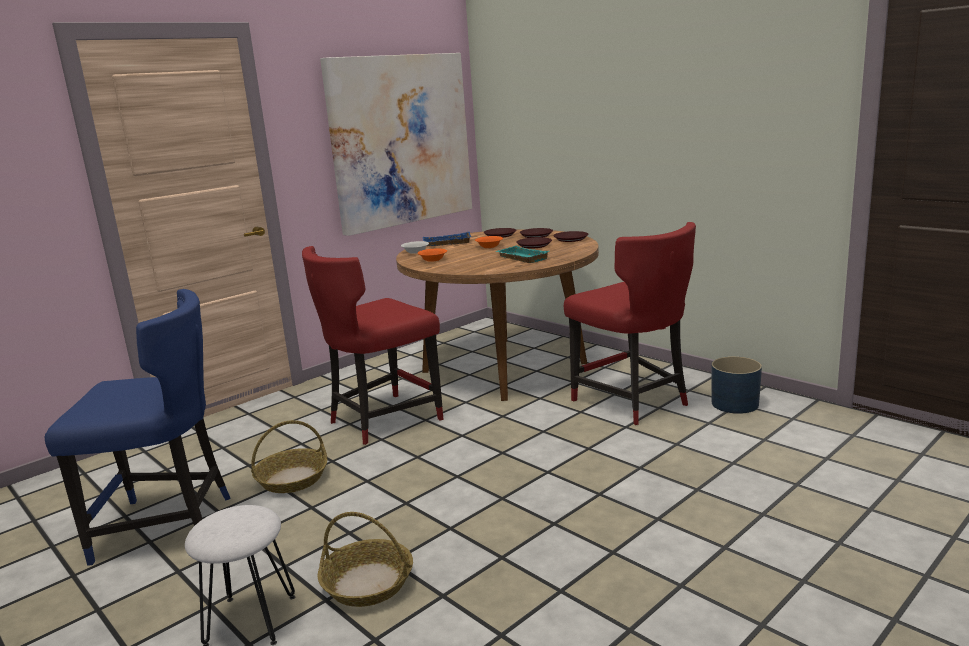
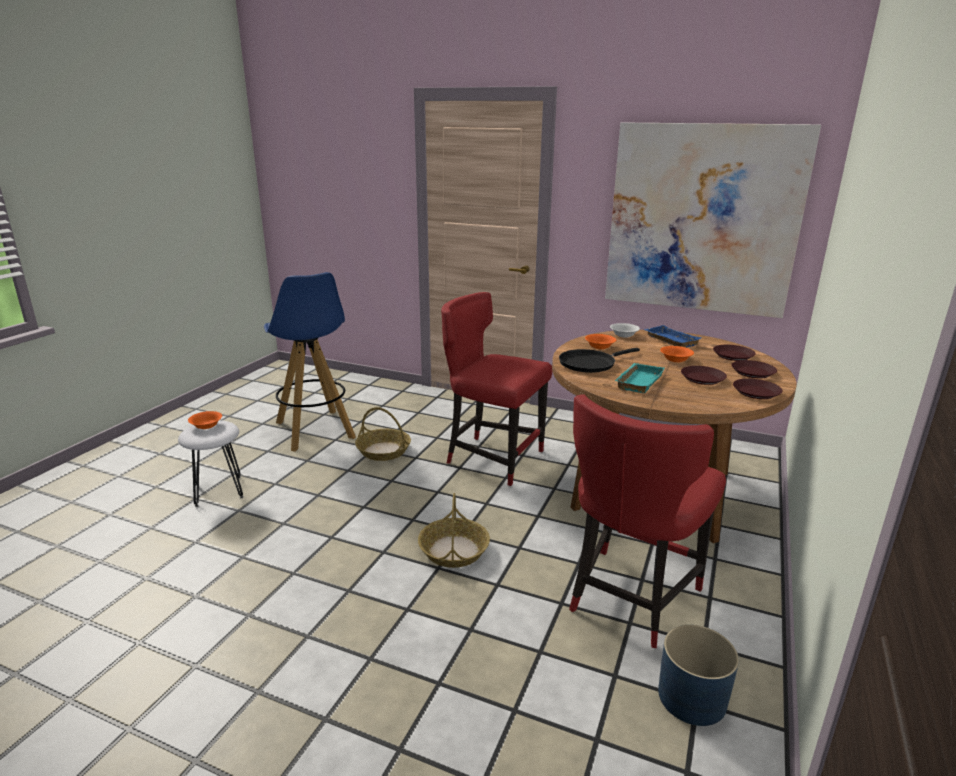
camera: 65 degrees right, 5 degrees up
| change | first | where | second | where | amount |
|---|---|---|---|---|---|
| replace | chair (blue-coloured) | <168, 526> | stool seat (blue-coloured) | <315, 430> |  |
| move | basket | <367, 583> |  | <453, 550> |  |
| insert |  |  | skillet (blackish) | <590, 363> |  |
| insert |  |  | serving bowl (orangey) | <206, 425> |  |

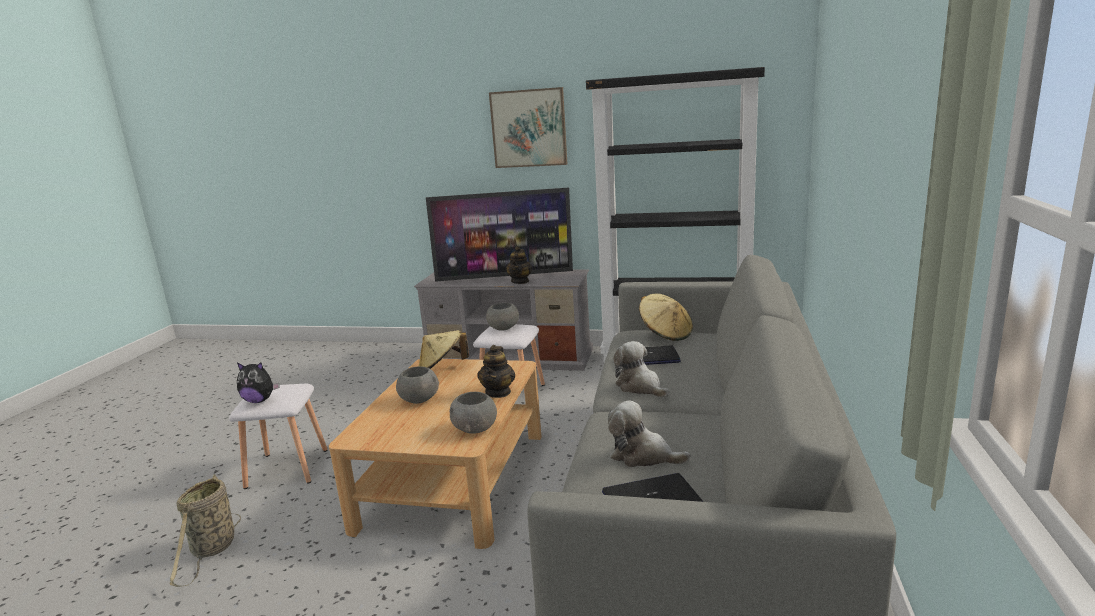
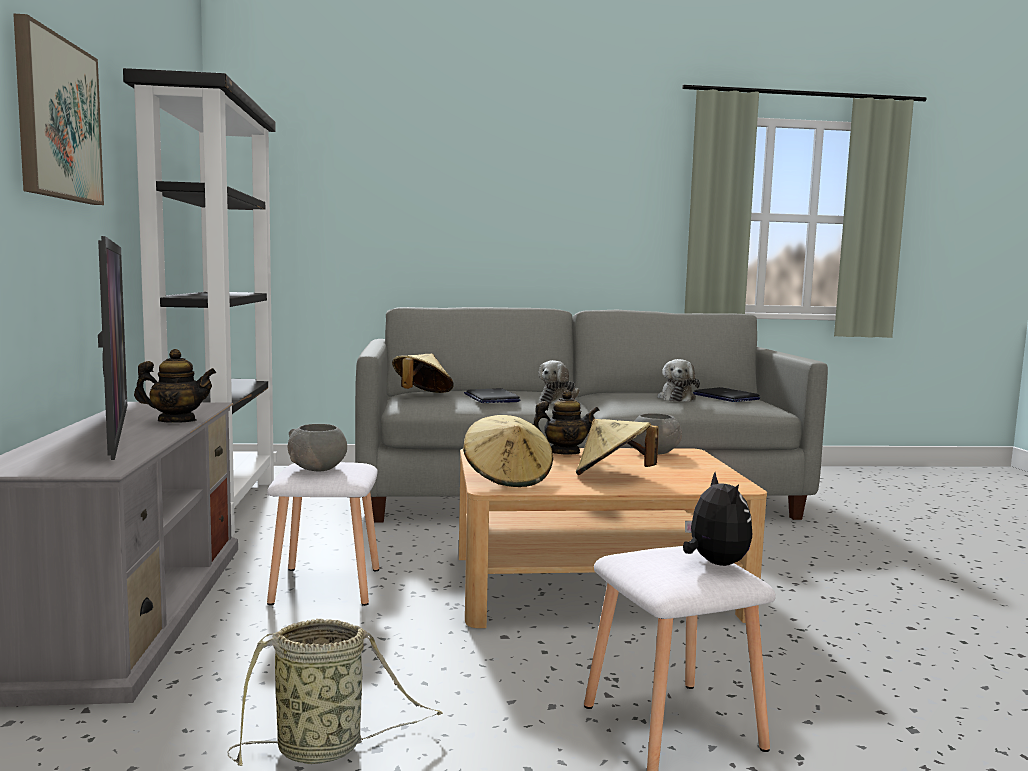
camera: 110 degrees left, 10 degrees down
| change | first | where | second | where | amount |
|---|---|---|---|---|---|
| replace | serving bowl (greyish) | <419, 399> | hat (beige-coloured) | <613, 476> |  |
| move | basket | <213, 549> |  | <325, 748> |  |

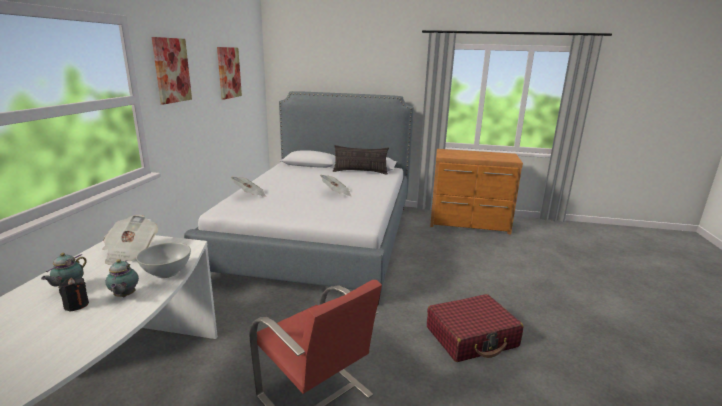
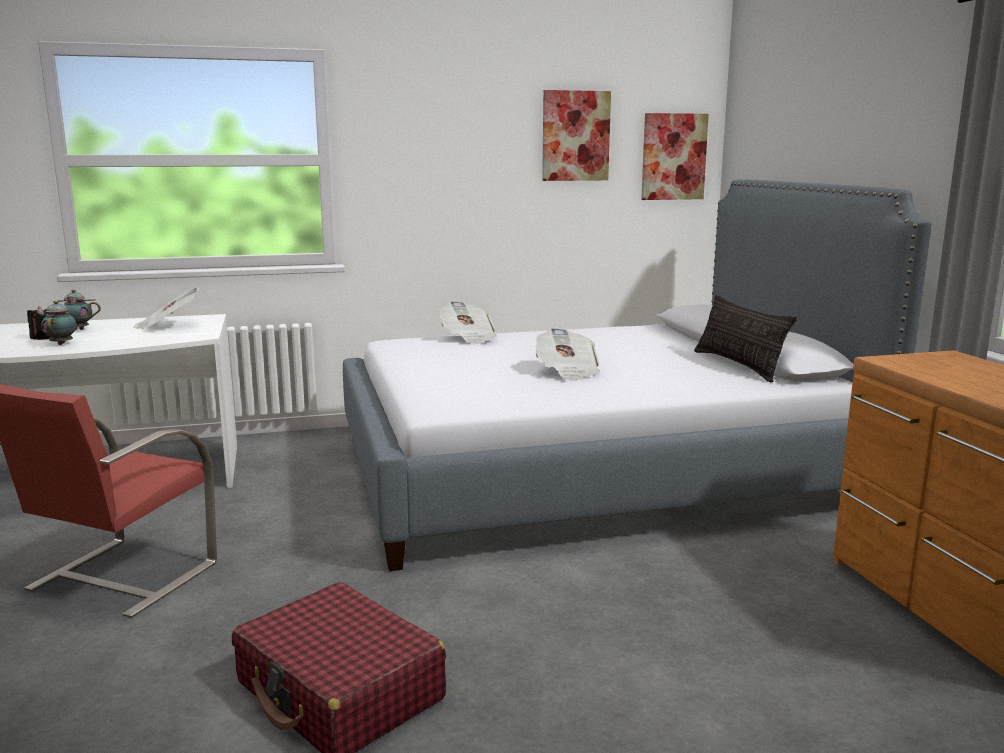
camera: 65 degrees right, 5 degrees down
| change | first | where | second | where | amount |
|---|---|---|---|---|---|
| move | wall picture | <171, 70> |  | <673, 157> |  |
| delete | serving bowl (whitish) | <166, 272> |  |  |  |
| rotate | tea pot | <124, 296> |  | <62, 343> | 120 degrees clockwise |

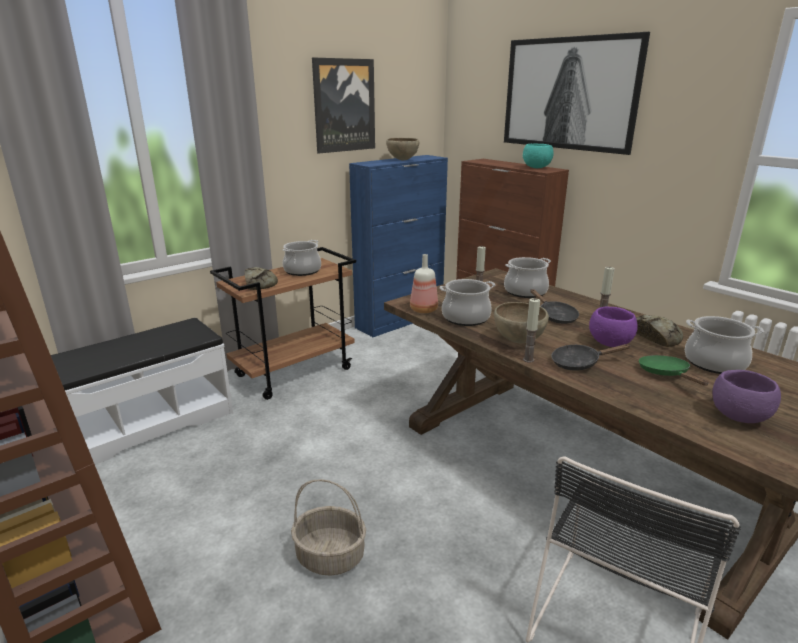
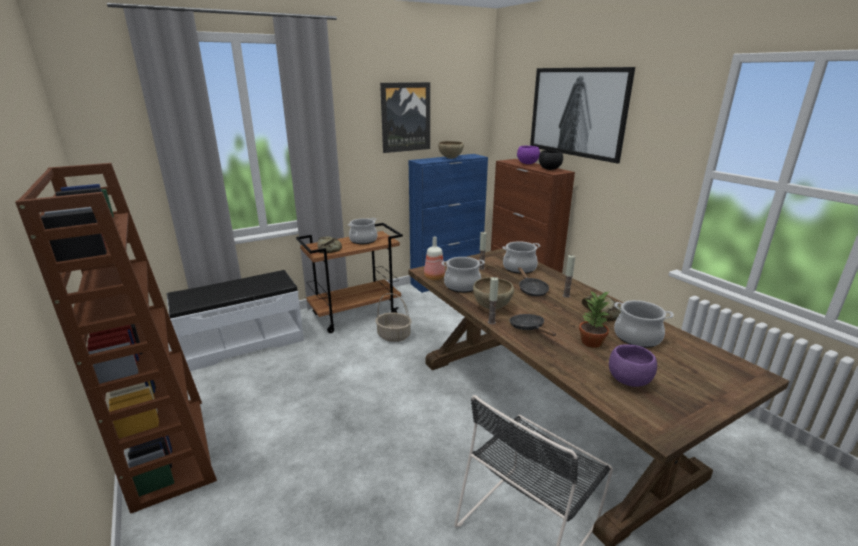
camera: 10 degrees right, 0 degrees up
| change | first | where | second | where | amount |
|---|---|---|---|---|---|
| recolor | serving bowl (blue-green) | <536, 168> | serving bowl (blackish) | <549, 169> |  |
| move | serving bowl (purplish) | <610, 343> |  | <527, 164> |  |
| rotate | skillet (blackish) | <579, 363> |  | <529, 328> | 60 degrees clockwise |
| replace | skillet (green) | <666, 374> | houseplant | <592, 342> |  |
| move | basket | <329, 557> |  | <393, 336> |  |

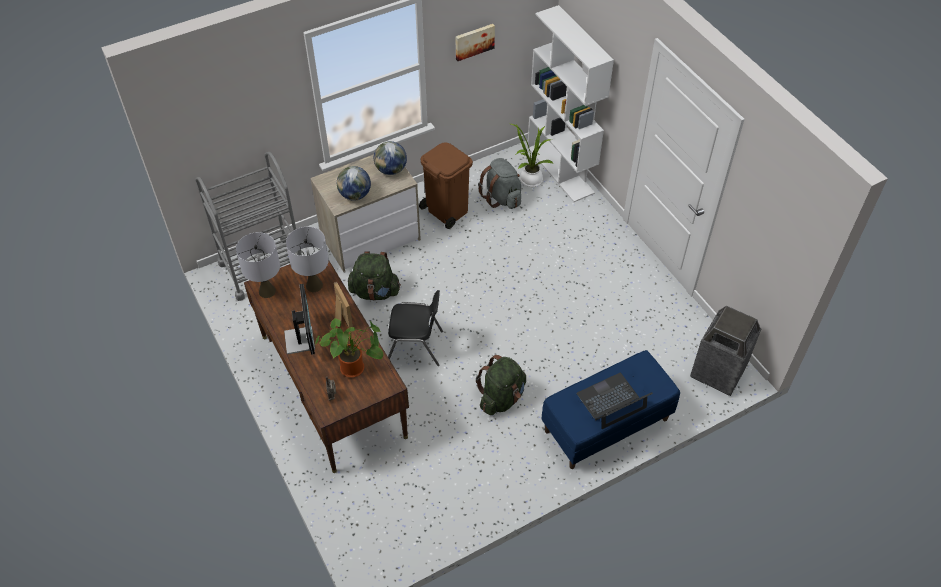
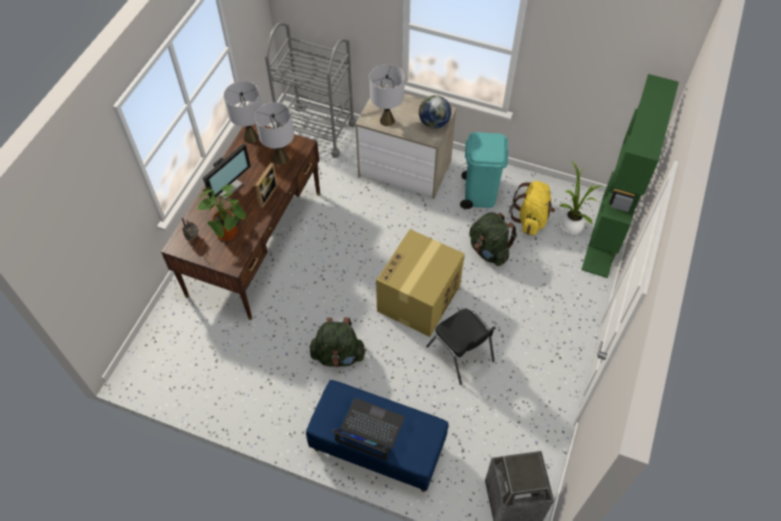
camera: 50 degrees right, 5 degrees up
| change | first | where | second | where | amount |
|---|---|---|---|---|---|
| recolor | bookcase (whitish) | <561, 170> | bookcase (green) | <605, 237> |  |
| delete | wall picture | <474, 41> |  |  |  |
| recolor | waste bin (brownish) | <446, 210> | waste bin (blue-green) | <479, 194> |  |
| recolor | rucksack (greyish) | <502, 197> | rucksack (yellow-coloured) | <531, 219> |  |
| replace | world globe | <355, 195> | table lamp (greyish) | <387, 121> |  |
| move | rucksack (green) | <375, 292> |  | <489, 250> |  |
| move | chair (blackish) | <415, 347> |  | <461, 354> |  |
| insert |  |  | cardboard box | <418, 299> |  |

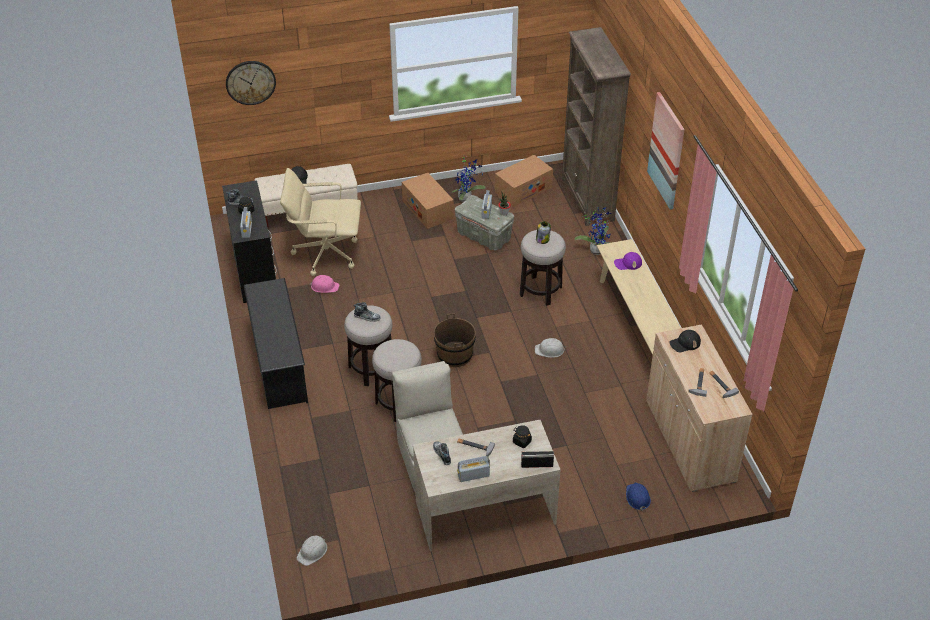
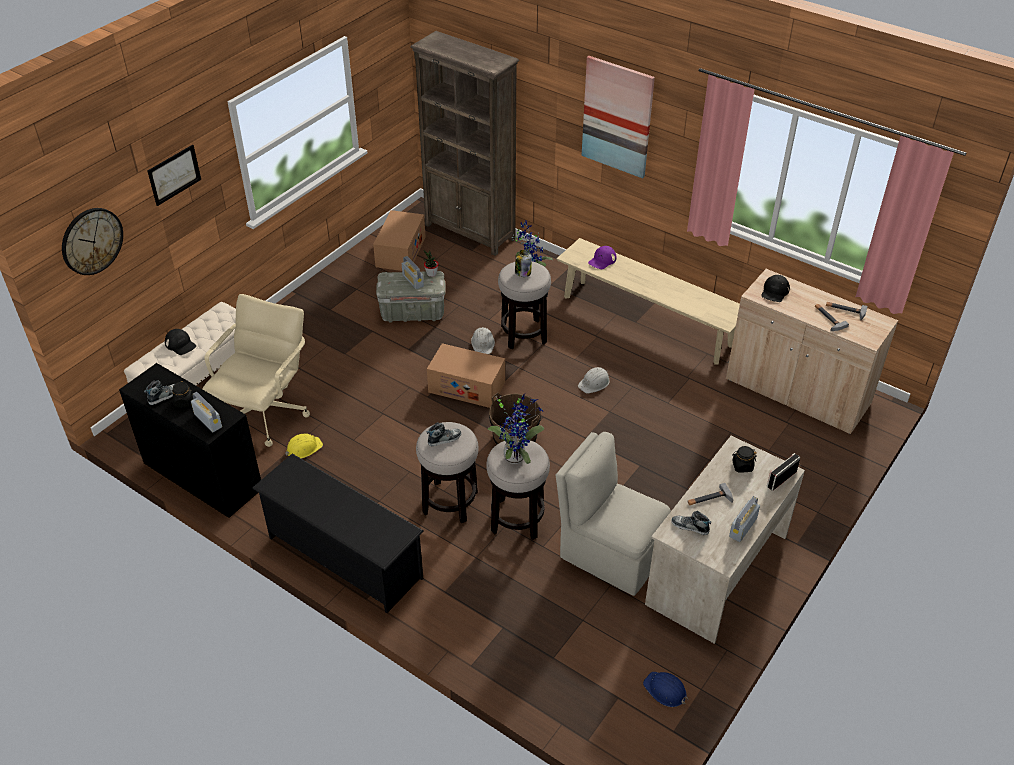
camera: 40 degrees left, 0 degrees up
| change | first | where | second | where | amount |
|---|---|---|---|---|---|
| move | houseplant | <466, 198> |  | <516, 455> |  |
| rotate | office chair (beige-coloured) | <325, 253> |  | <266, 414> | 150 degrees clockwise |
| move | cardboard box | <427, 209> |  | <466, 387> |  |
| recolor | hard hat (pinkish) | <324, 286> | hard hat (yellow-coloured) | <303, 448> |  |
| move | hard hat (blue-coloured) | <637, 497> |  | <665, 690> |  |
| move | hard hat (whitish) | <312, 552> |  | <483, 343> |  |
| insert |  |  | wall picture | <174, 174> |  |

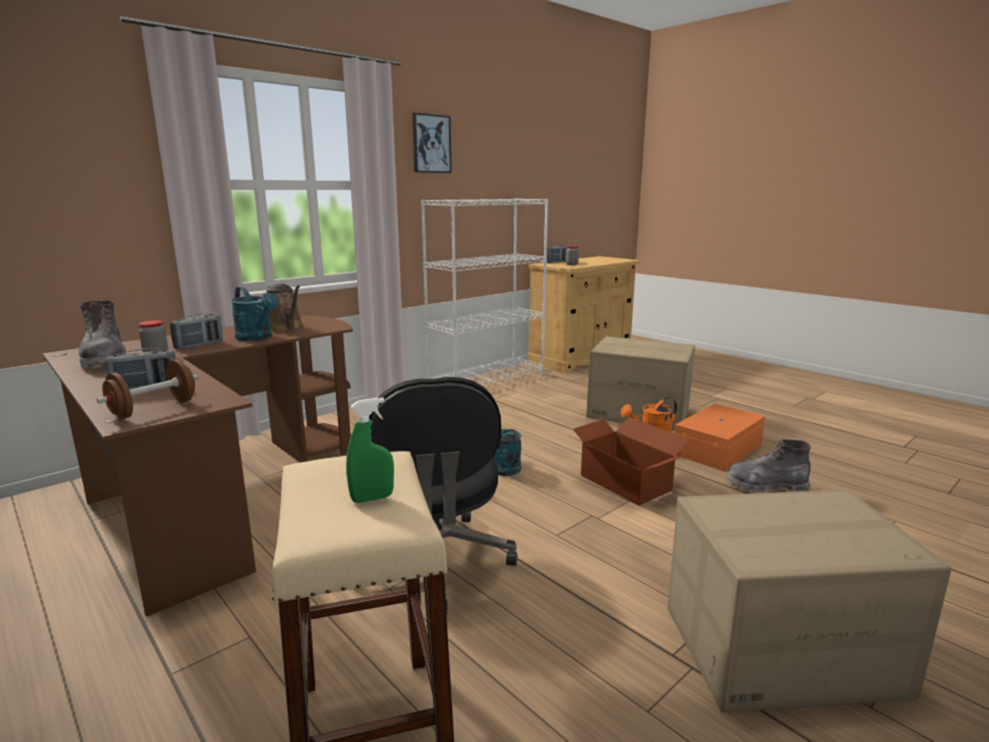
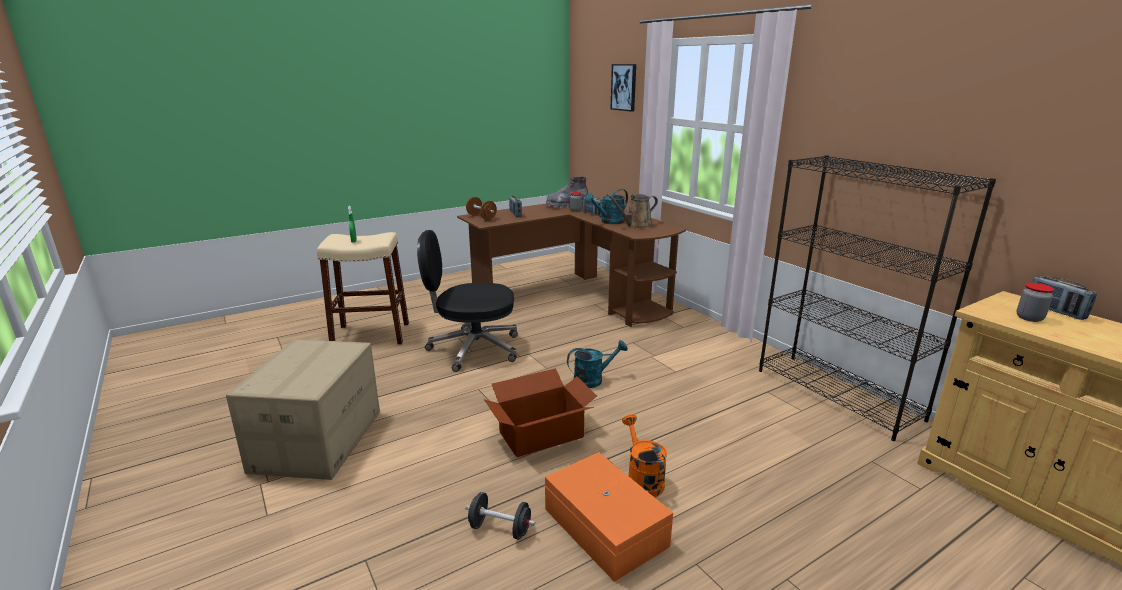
camera: 100 degrees right, 5 degrees up
| change | first | where | second | where | amount |
|---|---|---|---|---|---|
| move | wall picture | <431, 144> |  | <624, 87> |  |
| recolor | bookcase (whitish) | <488, 381> | bookcase (blackish) | <838, 394> |  |
| delete | cardboard box | <639, 413> |  |  |  |
| replace | high-top boot (greyish) | <766, 486> | free weight (blackish) | <500, 529> |  |

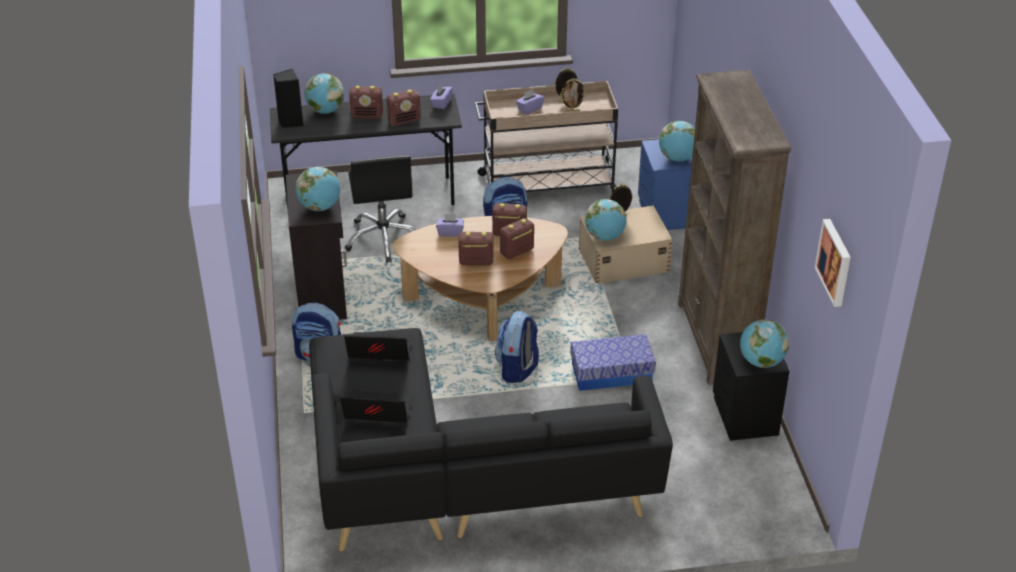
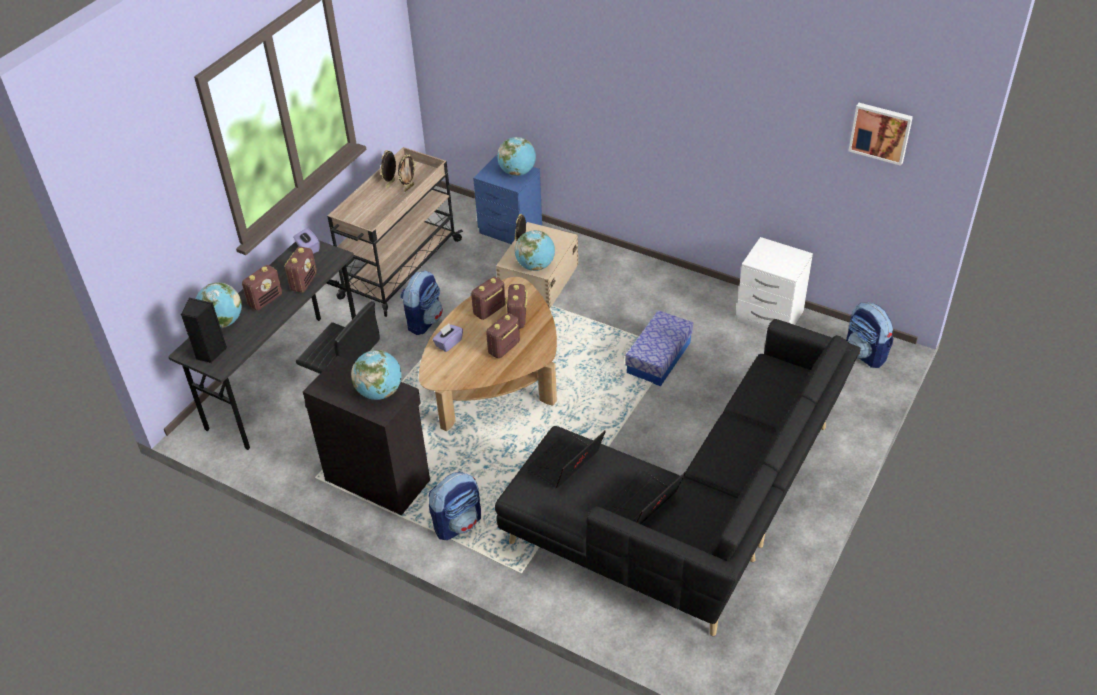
camera: 50 degrees left, 5 degrees up
| change | first | where | second | where | amount |
|---|---|---|---|---|---|
| delete | bookcase (brownish) | <716, 341> |  |  |  |
| delete | tissue holder (purplish) | <529, 108> |  |  |  |
| move | rucksack | <517, 369> |  | <865, 354> |  |
| delete | world globe | <761, 362> |  |  |  |
| recolor | night table (blackish) | <744, 417> | night table (whitish) | <770, 317> |  |

